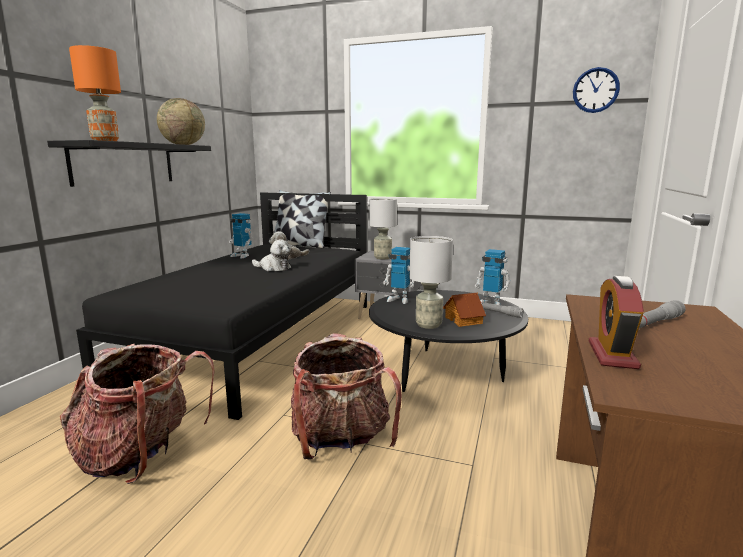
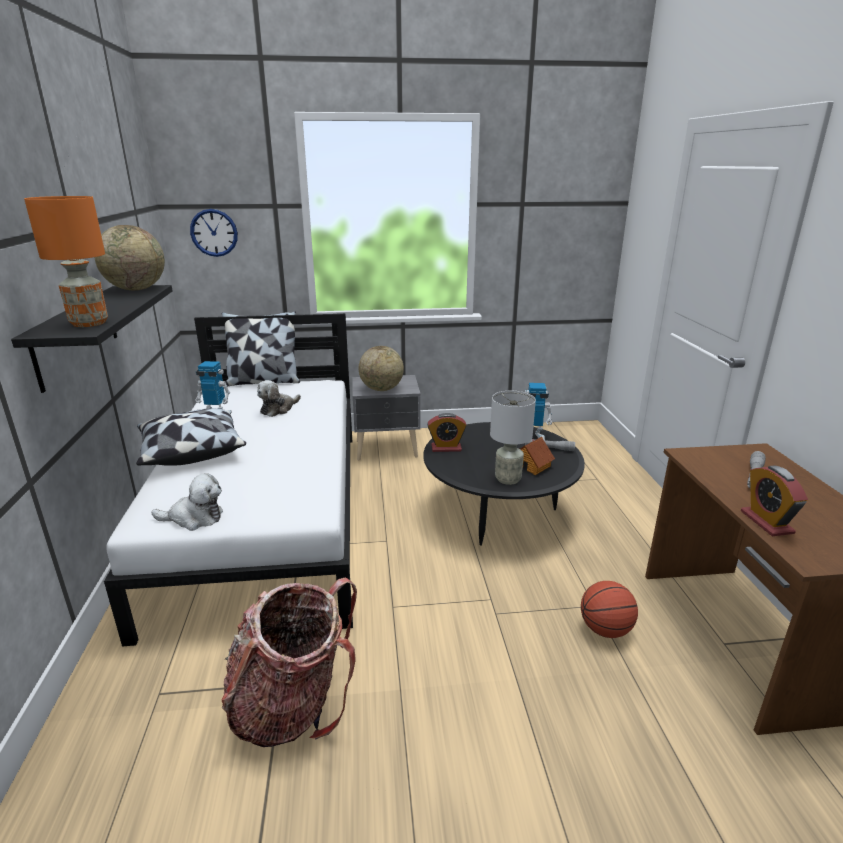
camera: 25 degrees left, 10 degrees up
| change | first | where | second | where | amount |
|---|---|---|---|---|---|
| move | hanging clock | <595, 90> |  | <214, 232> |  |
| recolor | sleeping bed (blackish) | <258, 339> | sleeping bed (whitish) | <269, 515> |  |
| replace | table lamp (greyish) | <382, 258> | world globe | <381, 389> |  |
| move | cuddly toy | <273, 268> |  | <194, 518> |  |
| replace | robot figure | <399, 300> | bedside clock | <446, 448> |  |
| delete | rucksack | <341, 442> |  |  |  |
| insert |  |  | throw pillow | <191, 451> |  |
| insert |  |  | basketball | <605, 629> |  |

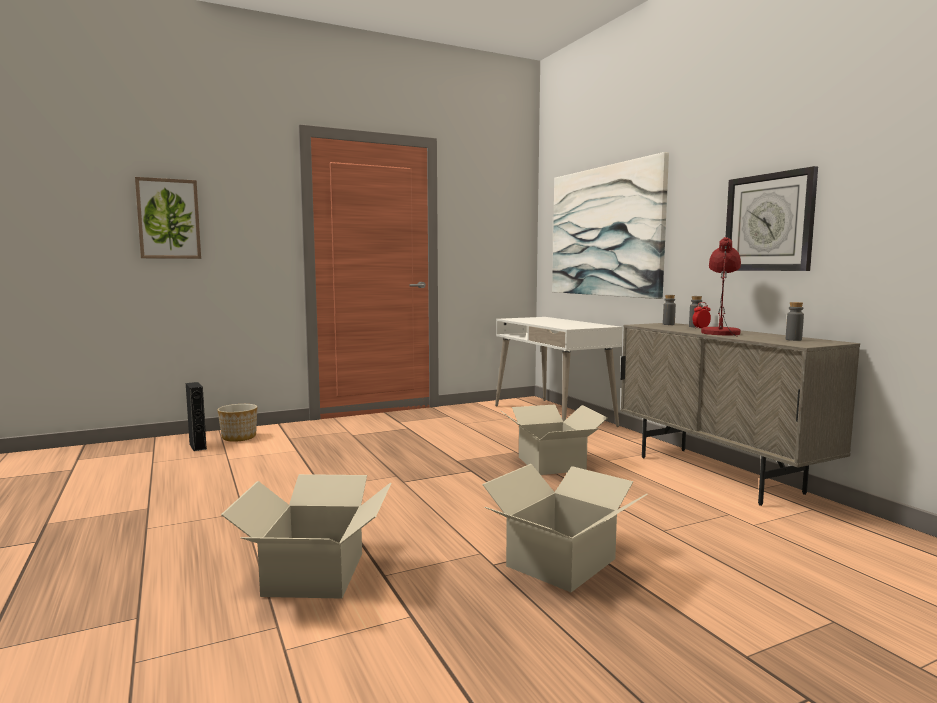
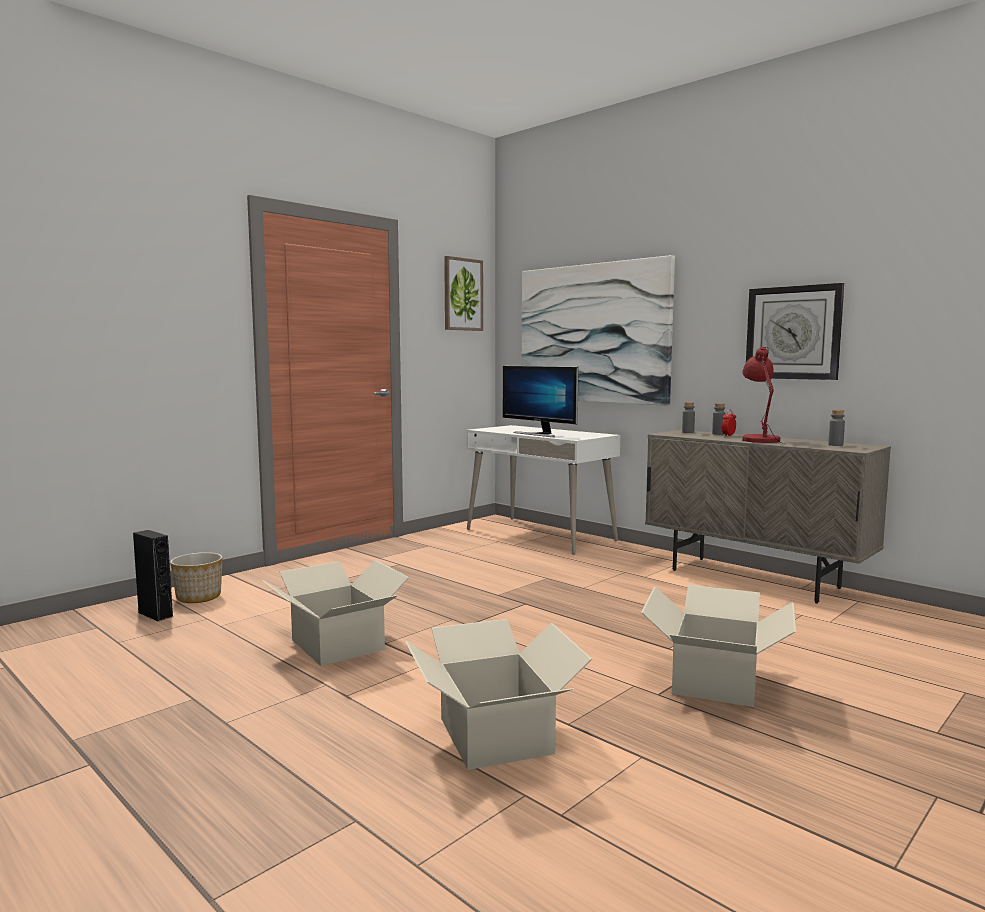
camera: 20 degrees left, 0 degrees up
| change | first | where | second | where | amount |
|---|---|---|---|---|---|
| move | wall picture | <169, 219> |  | <462, 294> |  |
| move | cardboard box | <552, 463> |  | <338, 644> |  |
| insert |  |  | computer screen | <539, 434> |  |

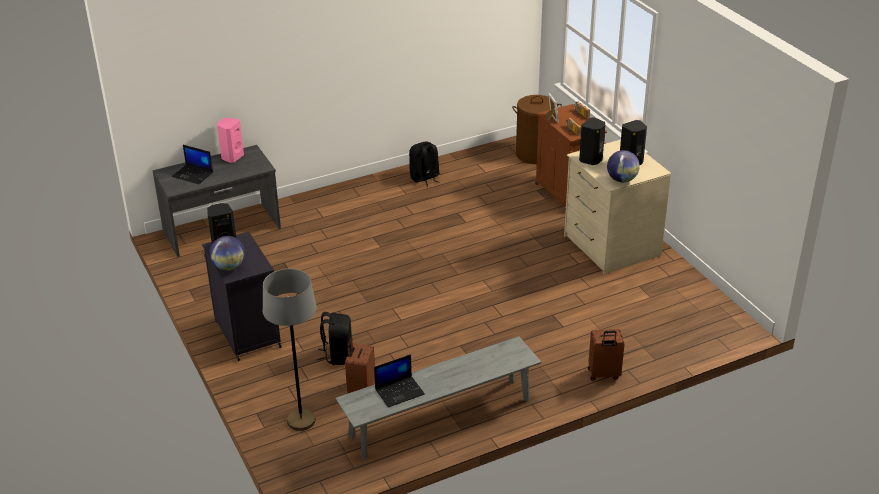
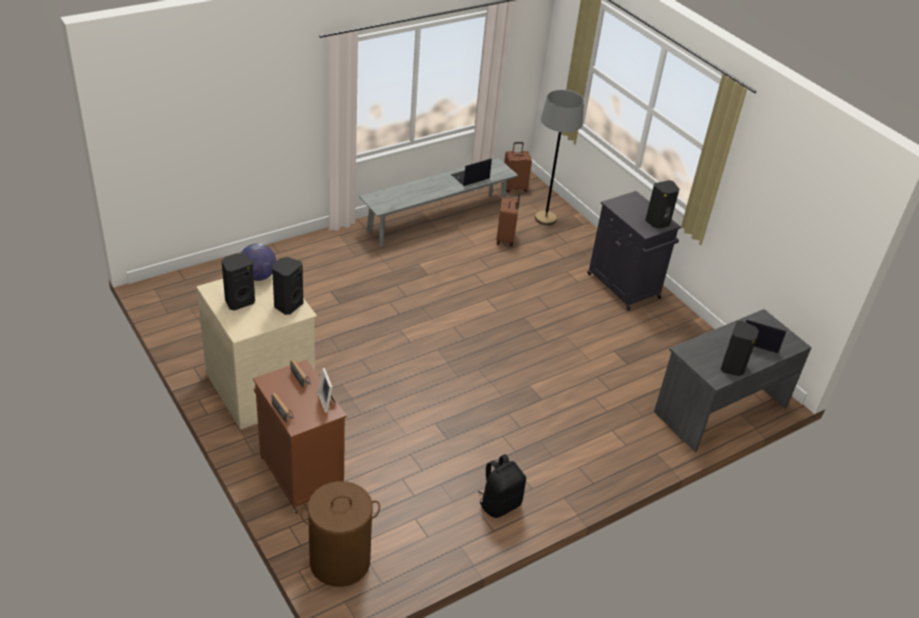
camera: 170 degrees right, 5 degrees up
| change | first | where | second | where | amount |
|---|---|---|---|---|---|
| recolor | speaker (pinkish) | <232, 157> | speaker (blackish) | <733, 367> |  |
| delete | world globe | <229, 267> |  |  |  |
| delete | rucksack (blackish) | <337, 355> |  |  |  |
| move | piece of luggage (brownish) | <603, 374> |  | <514, 188> |  |

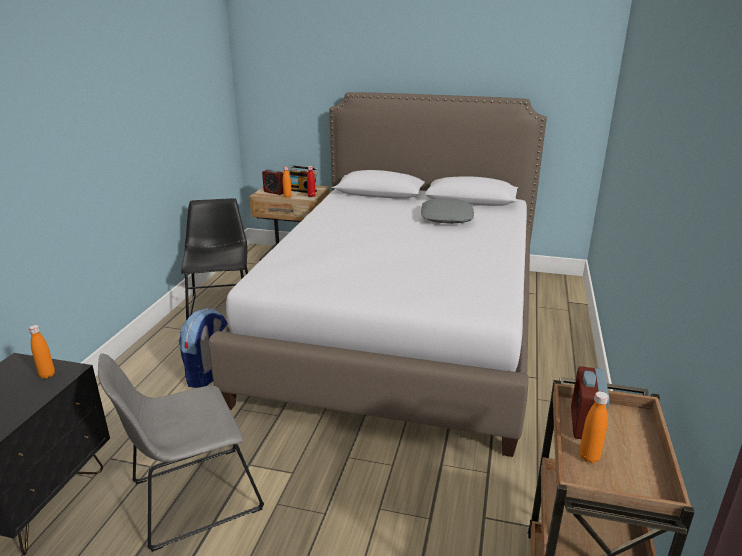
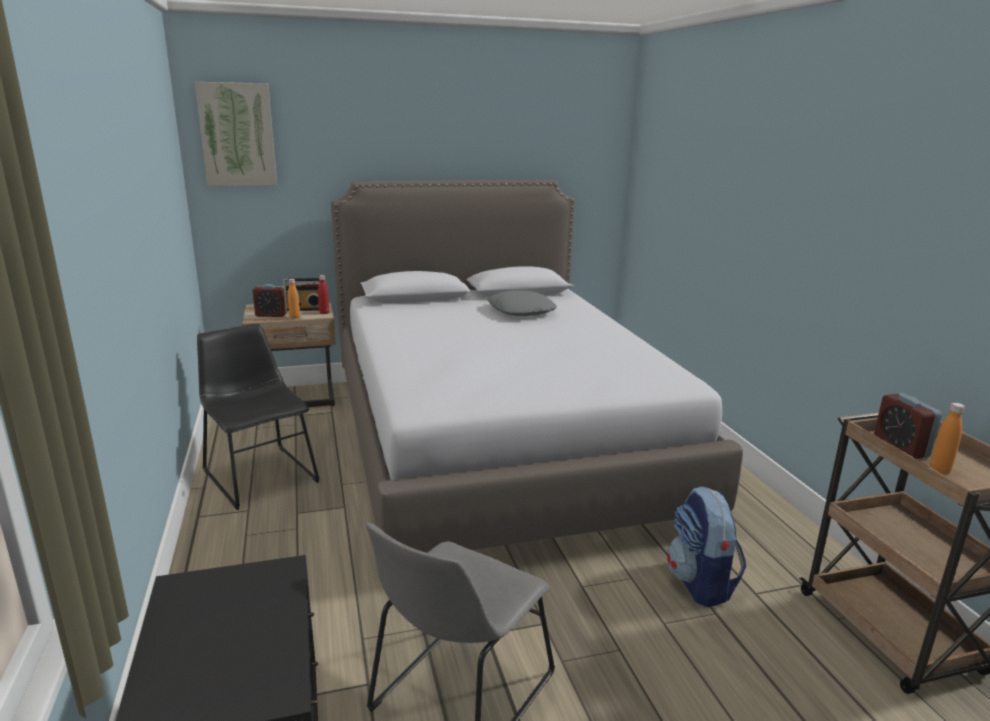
camera: 30 degrees left, 5 degrees down
| change | first | where | second | where | amount |
|---|---|---|---|---|---|
| move | rucksack | <209, 375> |  | <701, 584> |  |
| delete | drink bottle (orangey) | <47, 375> |  |  |  |
| insert |  |  | wall picture | <237, 135> |  |

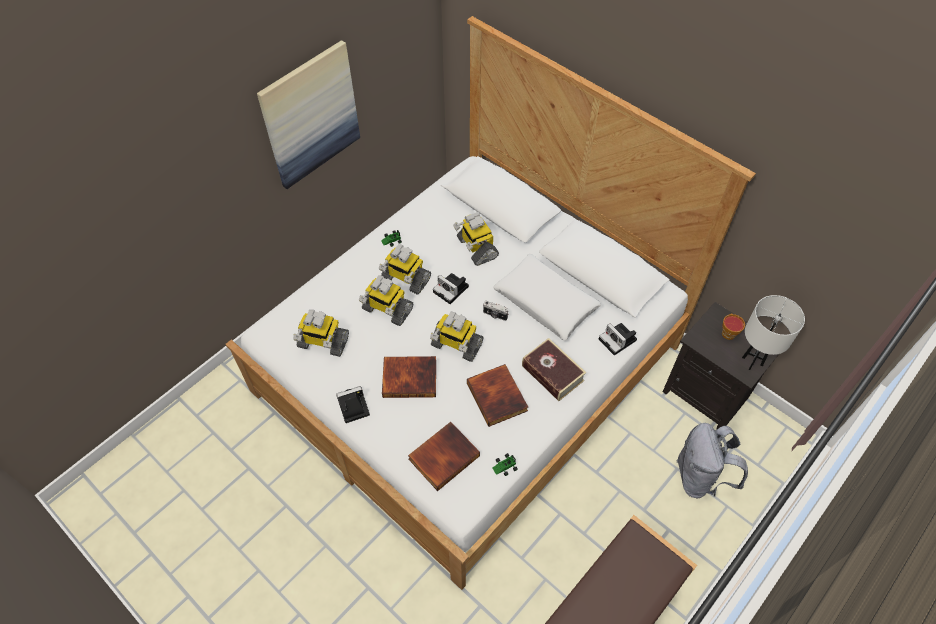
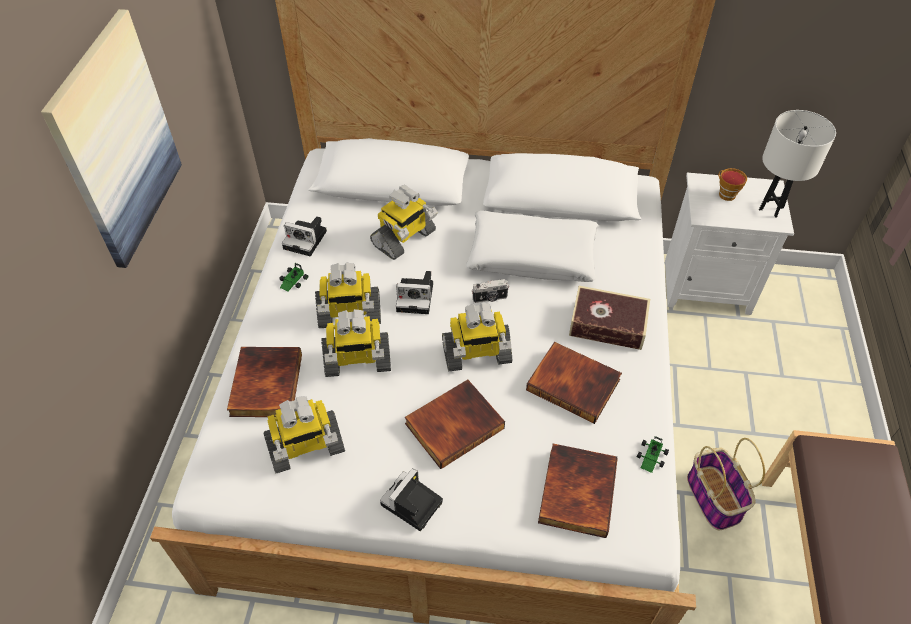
camera: 35 degrees left, 5 degrees down
| change | first | where | second | where | amount |
|---|---|---|---|---|---|
| rotate | robot figure | <476, 248> |  | <404, 239> | 75 degrees counterclockwise |
| recolor | night table (blackish) | <707, 394> | night table (whitish) | <708, 285> |  |
| move | still camera | <618, 340> |  | <307, 240> |  |
| delete | rucksack (greyish) | <700, 477> |  |  |  |
| insert |  |  | bound book | <265, 384> |  |
| insert |  |  | basket | <714, 498> |  |

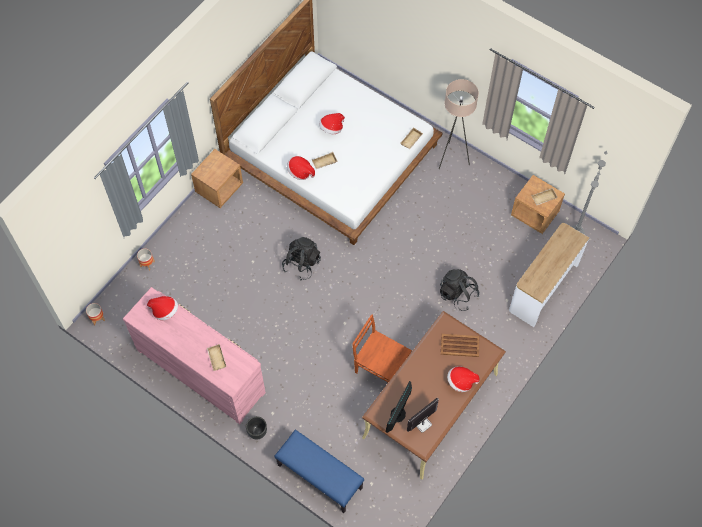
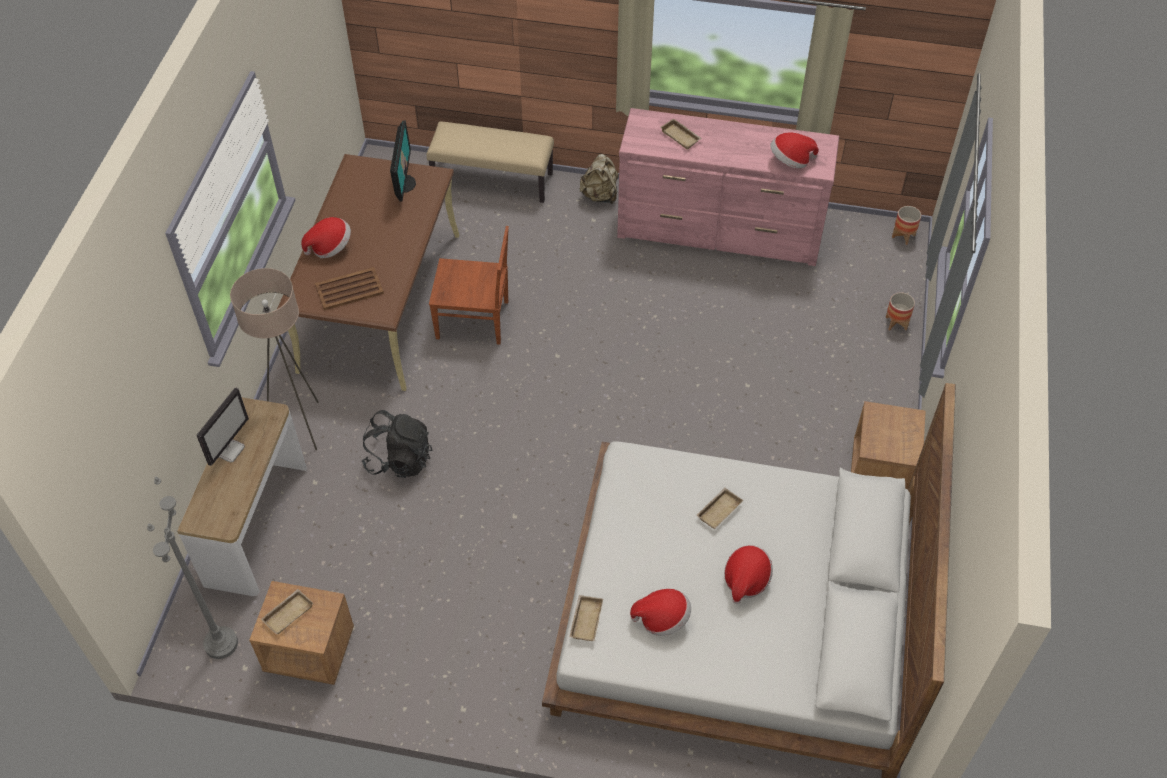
camera: 155 degrees right, 10 degrees down
| change | first | where | second | where | amount |
|---|---|---|---|---|---|
| move | standard lamp (beige-coloured) | <452, 158> |  | <300, 426> |  |
| move | hat | <300, 172> |  | <662, 618> |  |
| delete | rucksack (blackish) | <302, 264> |  |  |  |
| move | computer screen | <422, 424> |  | <229, 449> |  |
| replace | planter (blackish) | <257, 431> | rucksack (beige-coloured) | <600, 195> |  |
| recolor | bench (blue-coloured) | <319, 477> | bench (beige-coloured) | <493, 180> |  |

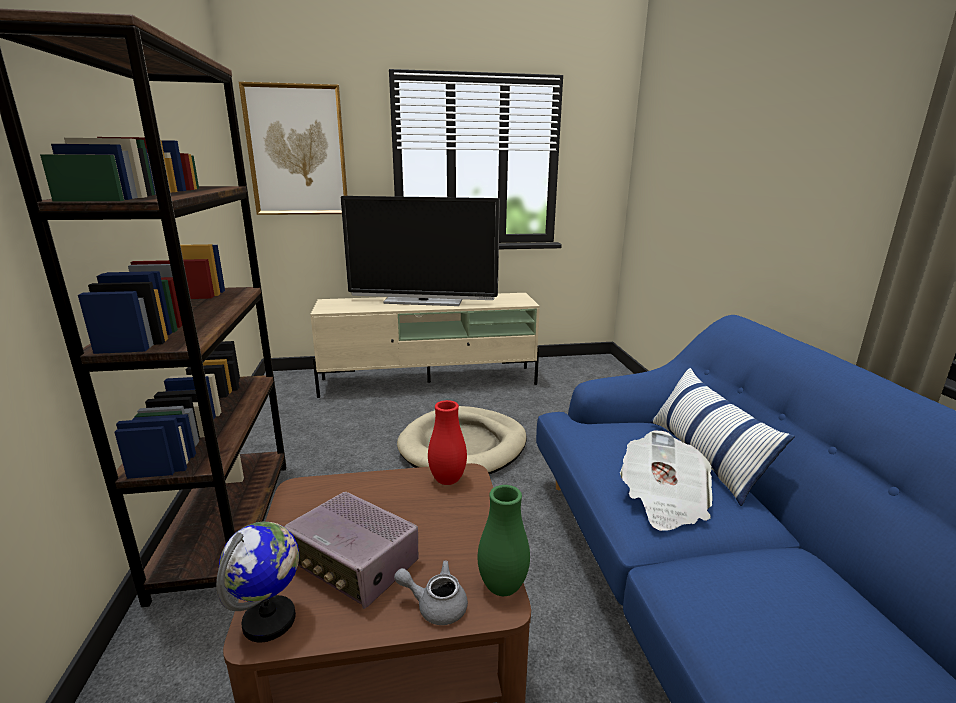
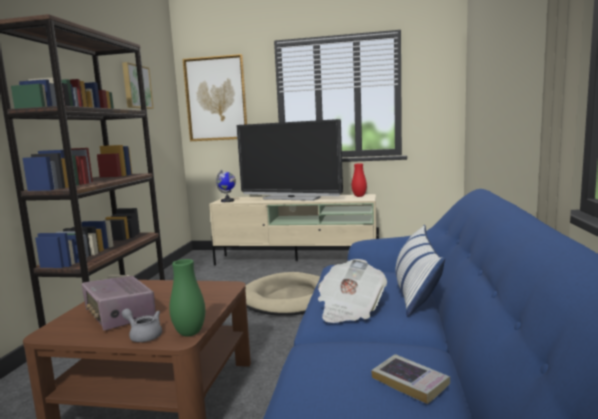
camera: 20 degrees right, 10 degrees down
| change | first | where | second | where | amount |
|---|---|---|---|---|---|
| move | decorative vase (red) | <447, 480> |  | <359, 196> |  |
| move | world globe | <270, 620> |  | <227, 201> |  |
| insert |  |  | wall picture | <136, 87> |  |
| insert |  |  | bound book | <410, 382> |  |

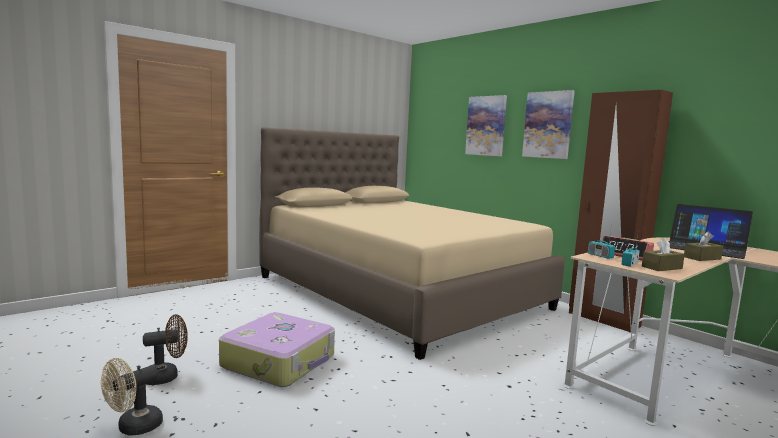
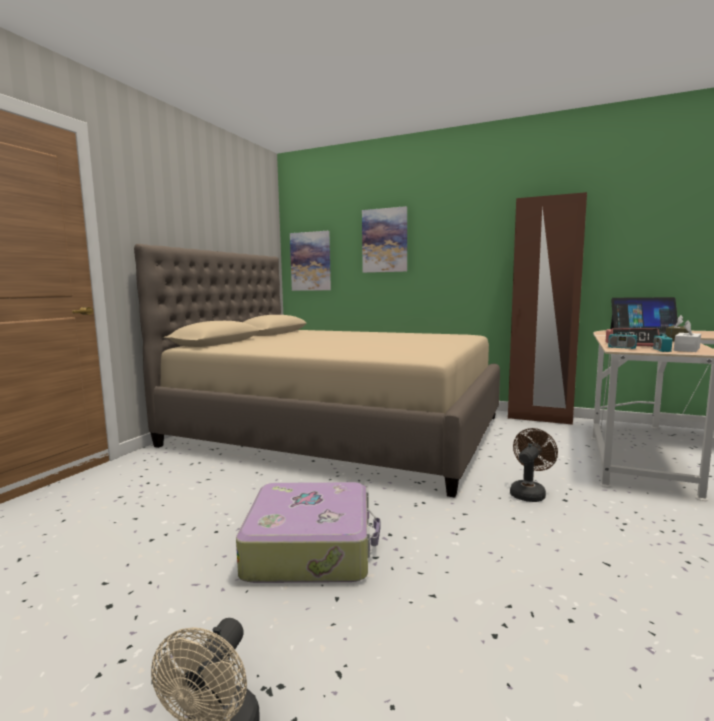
camera: 25 degrees left, 0 degrees up
| change | first | where | second | where | amount |
|---|---|---|---|---|---|
| move | wall picture | <548, 125> |  | <311, 261> |  |
| recolor | tissue holder (brownish) | <661, 267> | tissue holder (whitish) | <686, 349> |  |
| move | fan (brownish) | <166, 376> |  | <529, 493> |  |

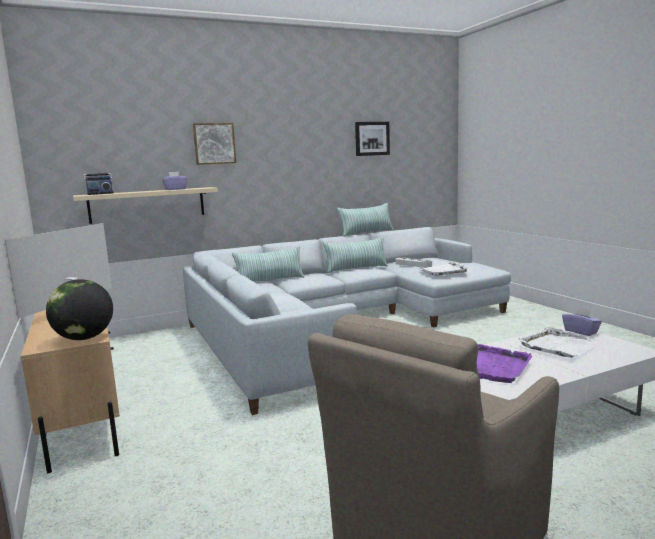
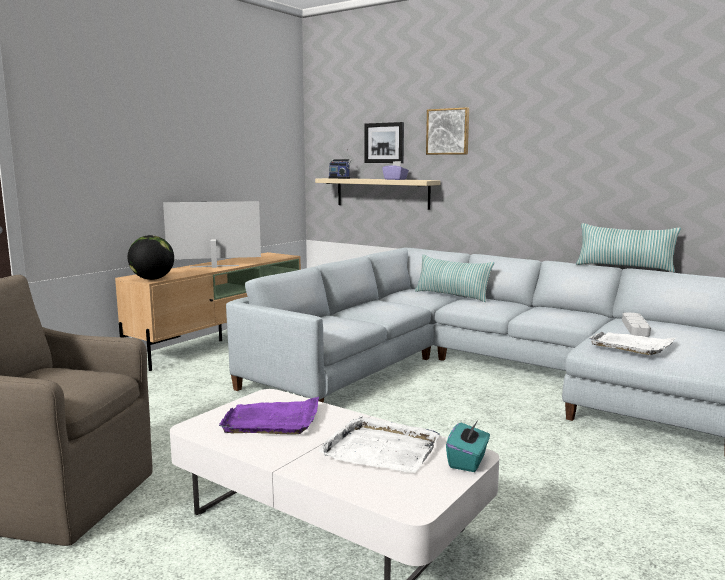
camera: 60 degrees right, 0 degrees up
| change | first | where | second | where | amount |
|---|---|---|---|---|---|
| move | wall picture | <372, 138> |  | <384, 143> |  |
| delete | throw pillow | <356, 268> |  |  |  |
| recolor | tissue holder (purplish) | <581, 331> | tissue holder (blue-green) | <468, 461> |  |

